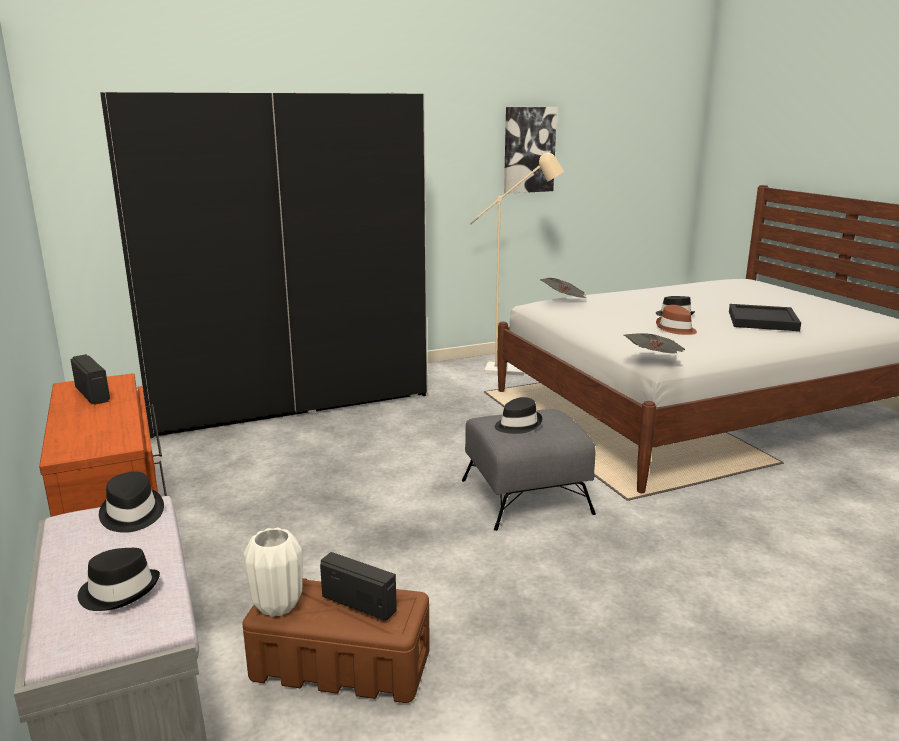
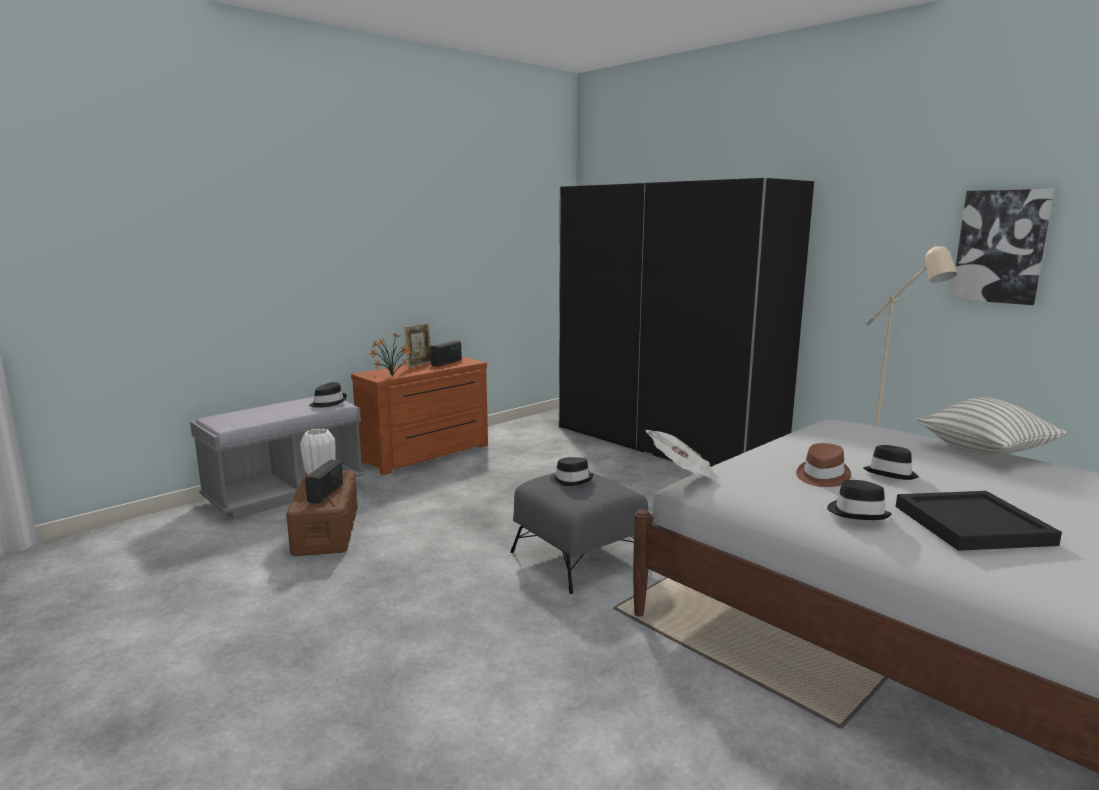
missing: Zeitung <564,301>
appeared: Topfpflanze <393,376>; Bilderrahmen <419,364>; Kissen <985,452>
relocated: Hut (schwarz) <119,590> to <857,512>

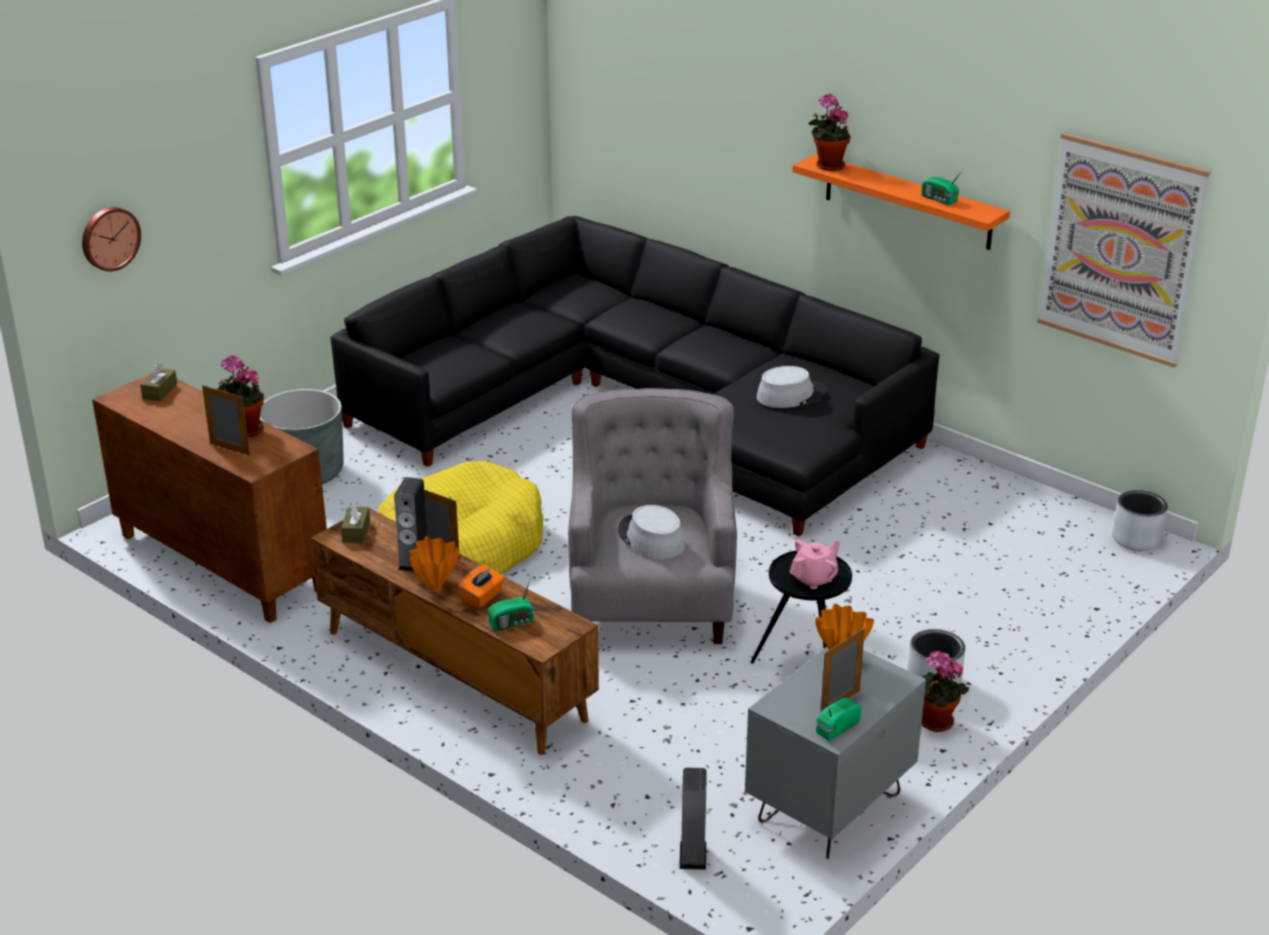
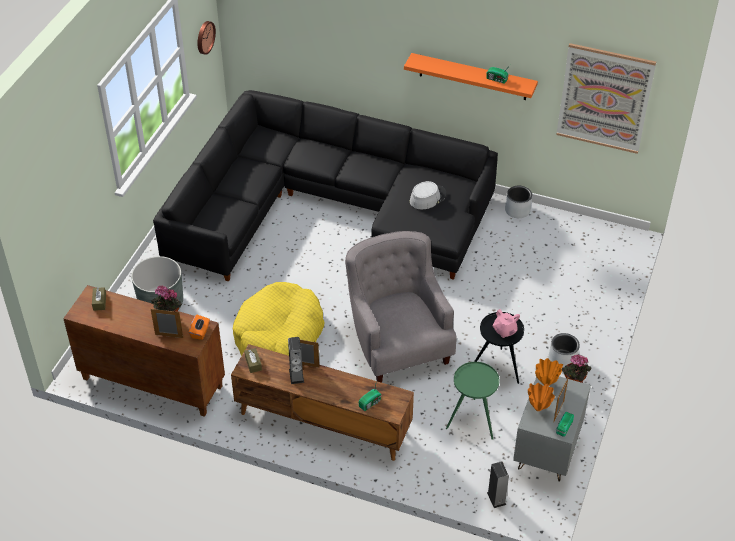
missing: Hut (grau) <650,538>; Topfpflanze <827,166>
appeared: Beistelltisch (grün) <472,420>
relocated: Wanduhr <109,238> to <204,37>; Vase (orange) <435,588> to <538,409>; Taschentuchbox (orange) <482,597> to <200,332>; Pflanzkübel (grau) <1136,539> to <517,210>
spun: Teekanne (rosa) <814,579> = <505,331> 120 degrees clockwise

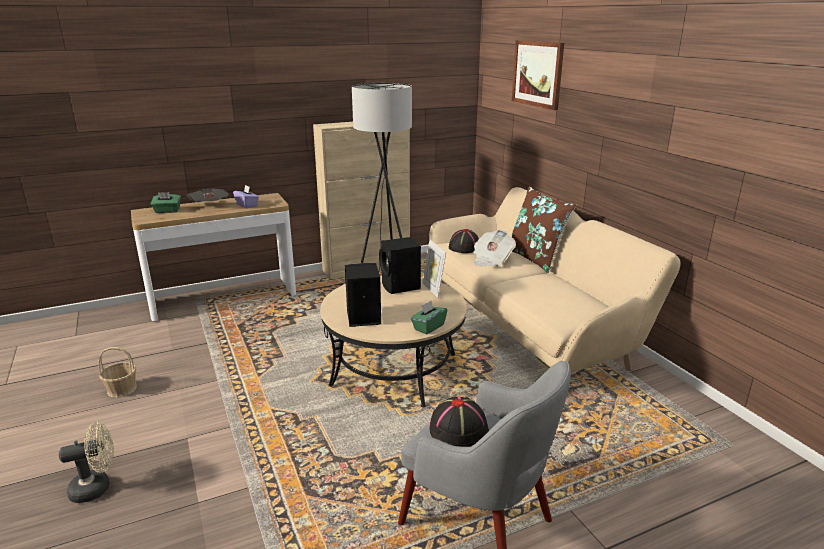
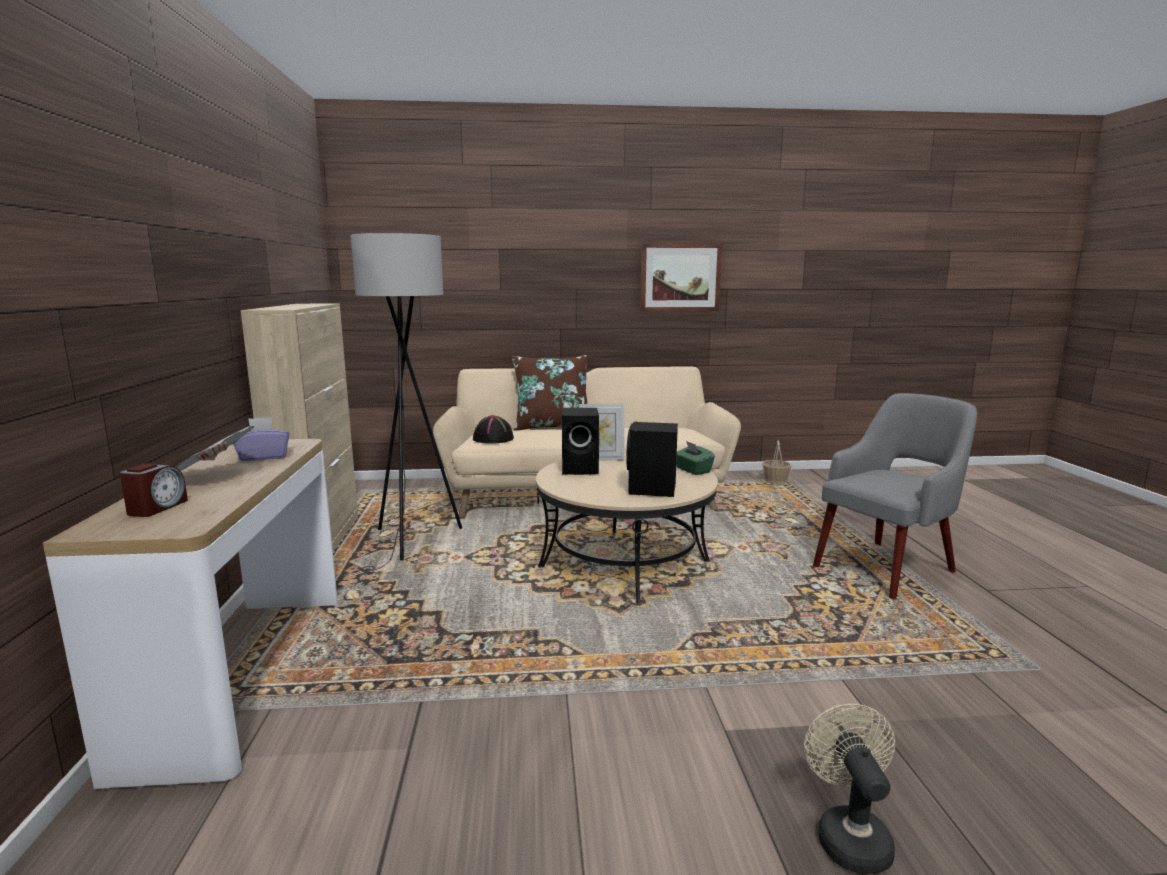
missing: Hut (schwarz) <459,429>; Zeitung <491,260>
relocated: Korb <121,389> to <775,481>; Bild <537,73> to <680,277>
exchanged: Taschentuchbox (grün) <167,211> to Wecker <157,508>

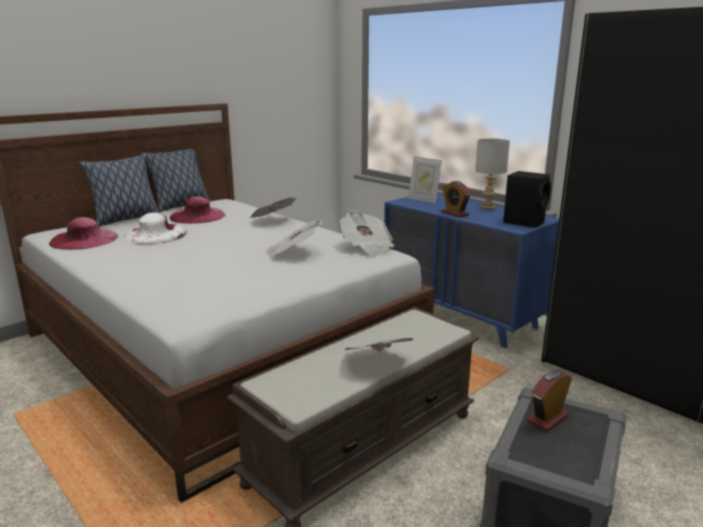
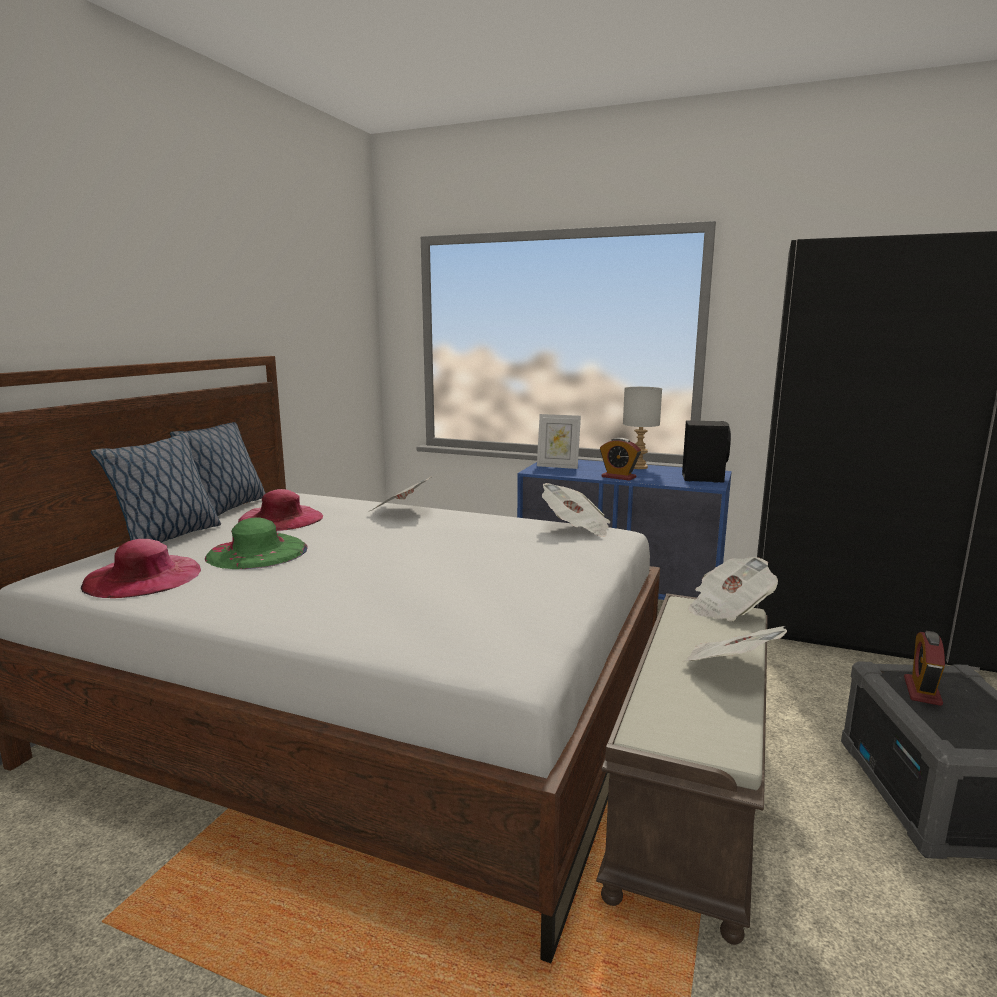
relocated: Zeitung <293,253> to <728,609>
colour: Hut (weiß) <155,234> to Hut (grün) <257,552>

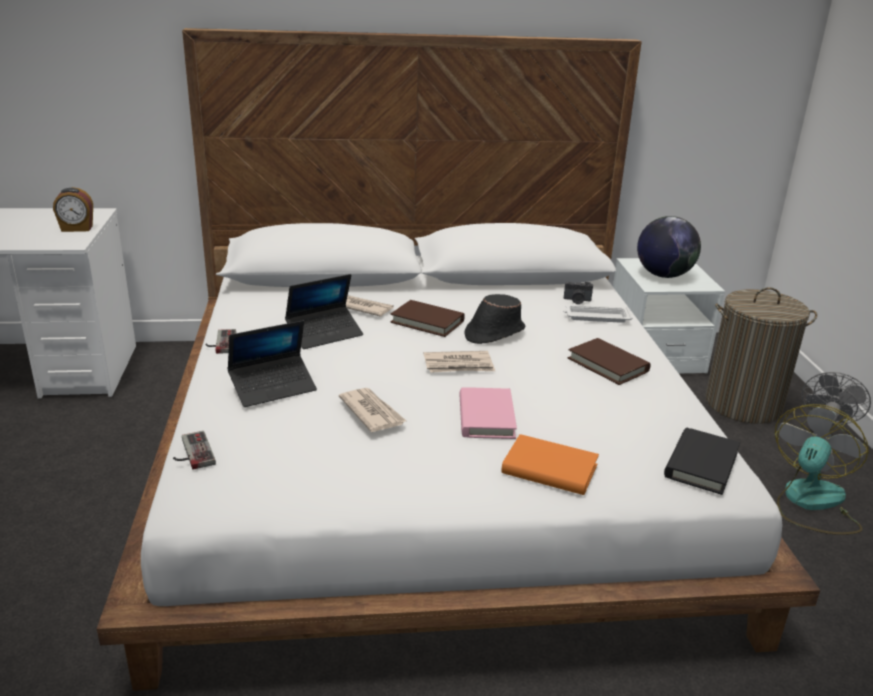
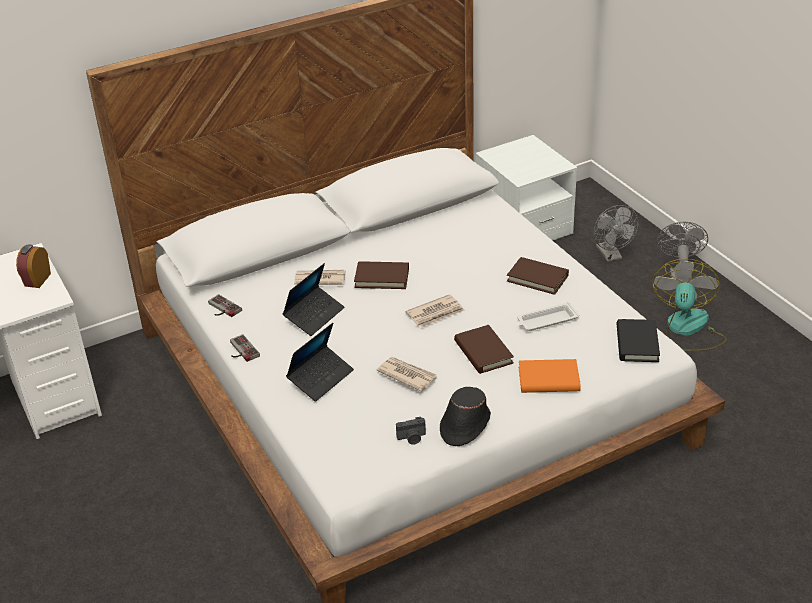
missing: Globus <663,275>
relocated: Gamepad <191,453> to <221,309>; Hut (schwarz) <494,333> to <464,425>; Tablett (weiß) <596,317> to <546,321>; Kamera <577,300> to <412,438>
exchanged: Wäschekorb <743,404> to Ventilator (grau) <611,256>
colour: Buch (rosa) <486,417> to Buch (braun) <483,352>
spun: Wecker <77,229> = <37,280> 135 degrees clockwise

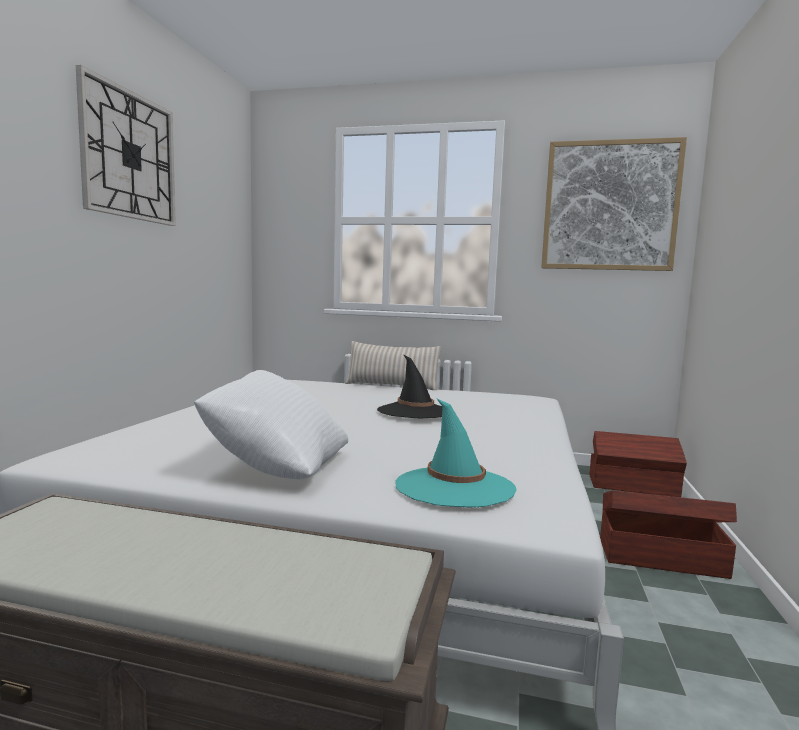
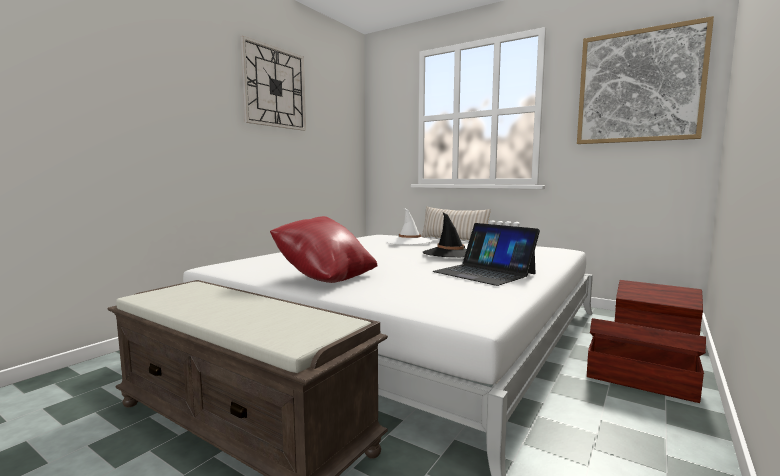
missing: Hut (türkis) <454,487>
appeared: Hut (weiß) <409,242>; Laptop <484,272>
colour: Kissen (weiß) <277,468> to Kissen (rot) <325,278>

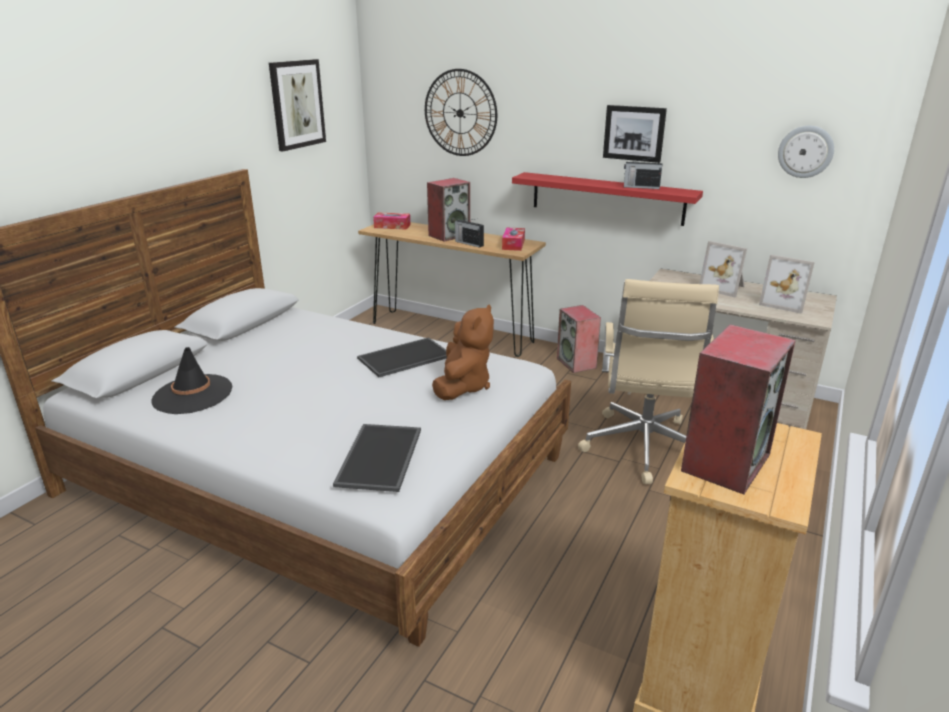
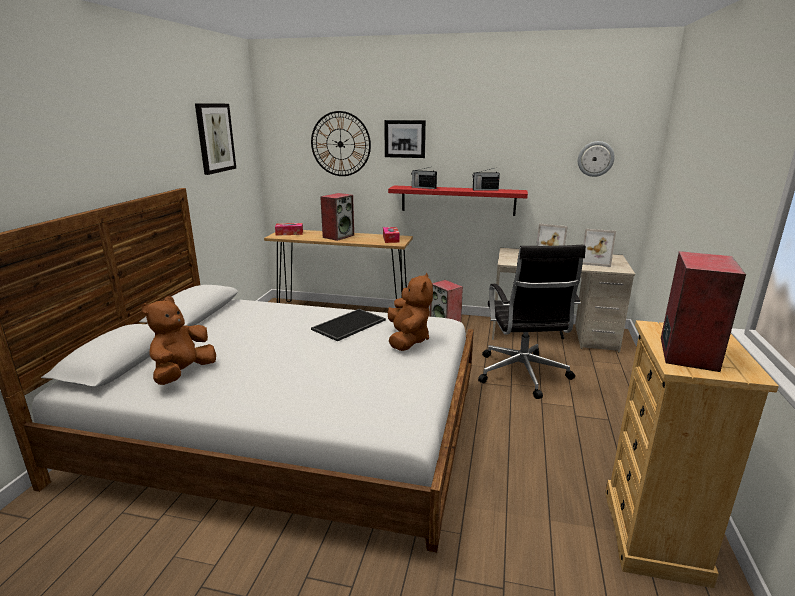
missing: Tablett <381,457>
relocated: Radio <468,243> to <423,188>; Bild <634,133> to <405,139>
exchanged: Hut (schwarz) <192,394> to Plüschtier (braun) <183,373>
colour: Bürostuhl (beige) <643,448> to Bürostuhl (schwarz) <522,375>

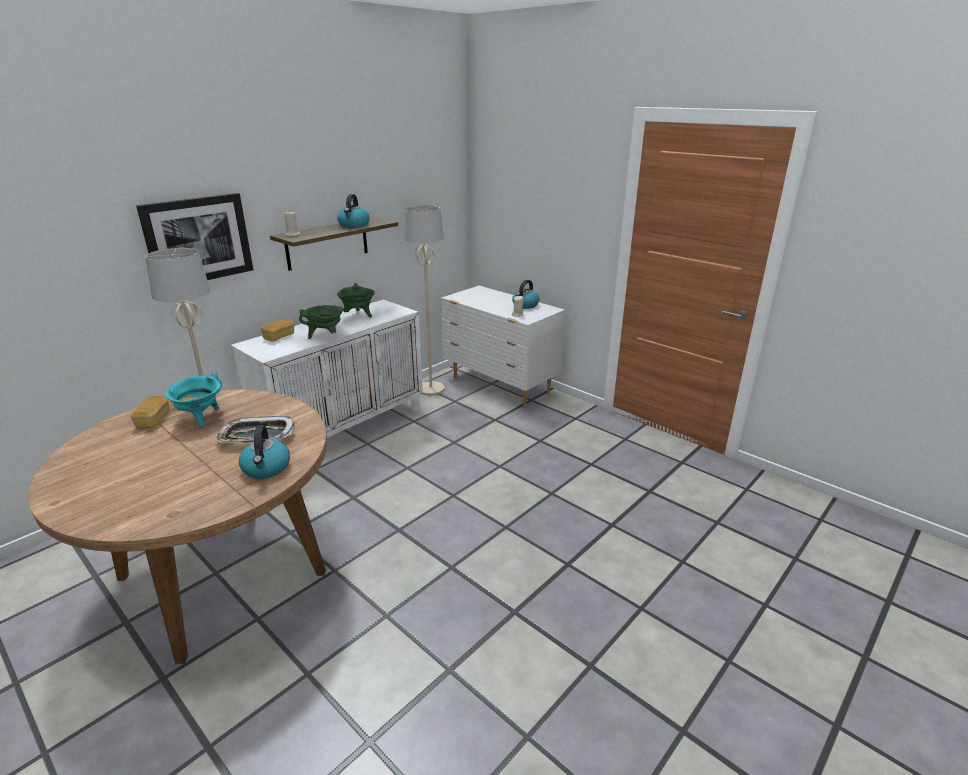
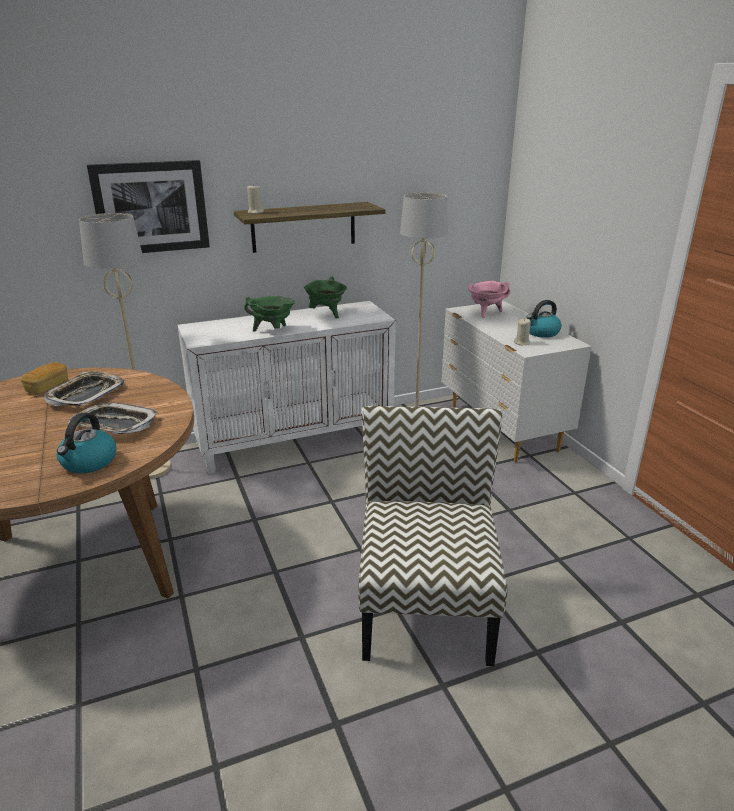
missing: Brot <279,337>; Wasserkessel <354,225>
appeared: Stuhl <425,607>; Kochtopf (rosa) <486,313>
exchanged: Kochtopf (türkis) <200,418> to Tablett <86,394>

